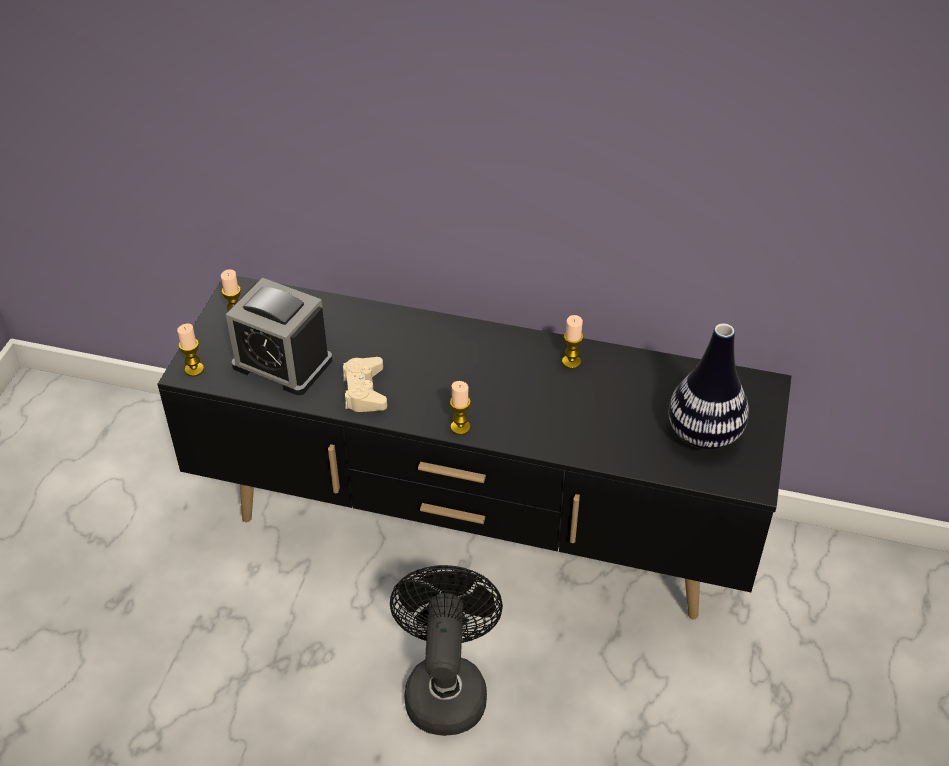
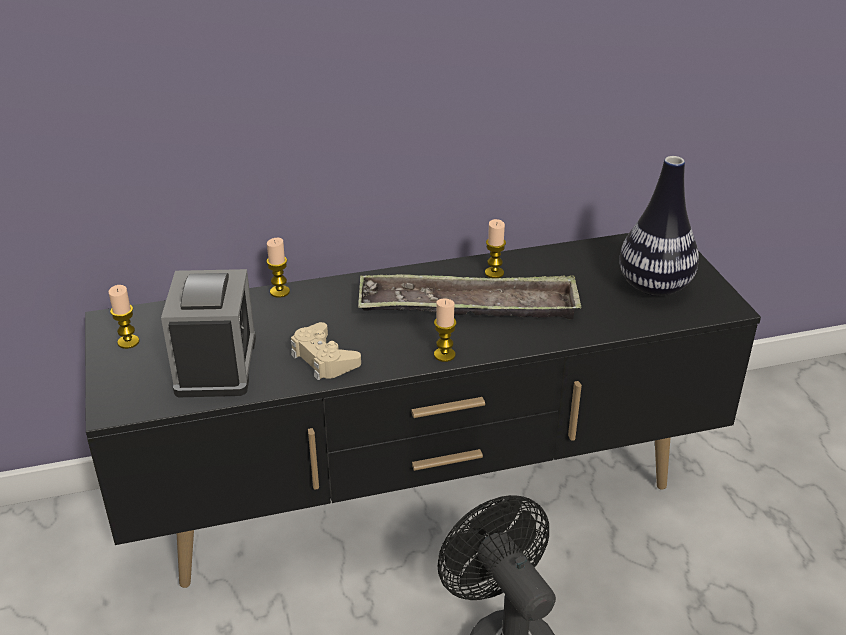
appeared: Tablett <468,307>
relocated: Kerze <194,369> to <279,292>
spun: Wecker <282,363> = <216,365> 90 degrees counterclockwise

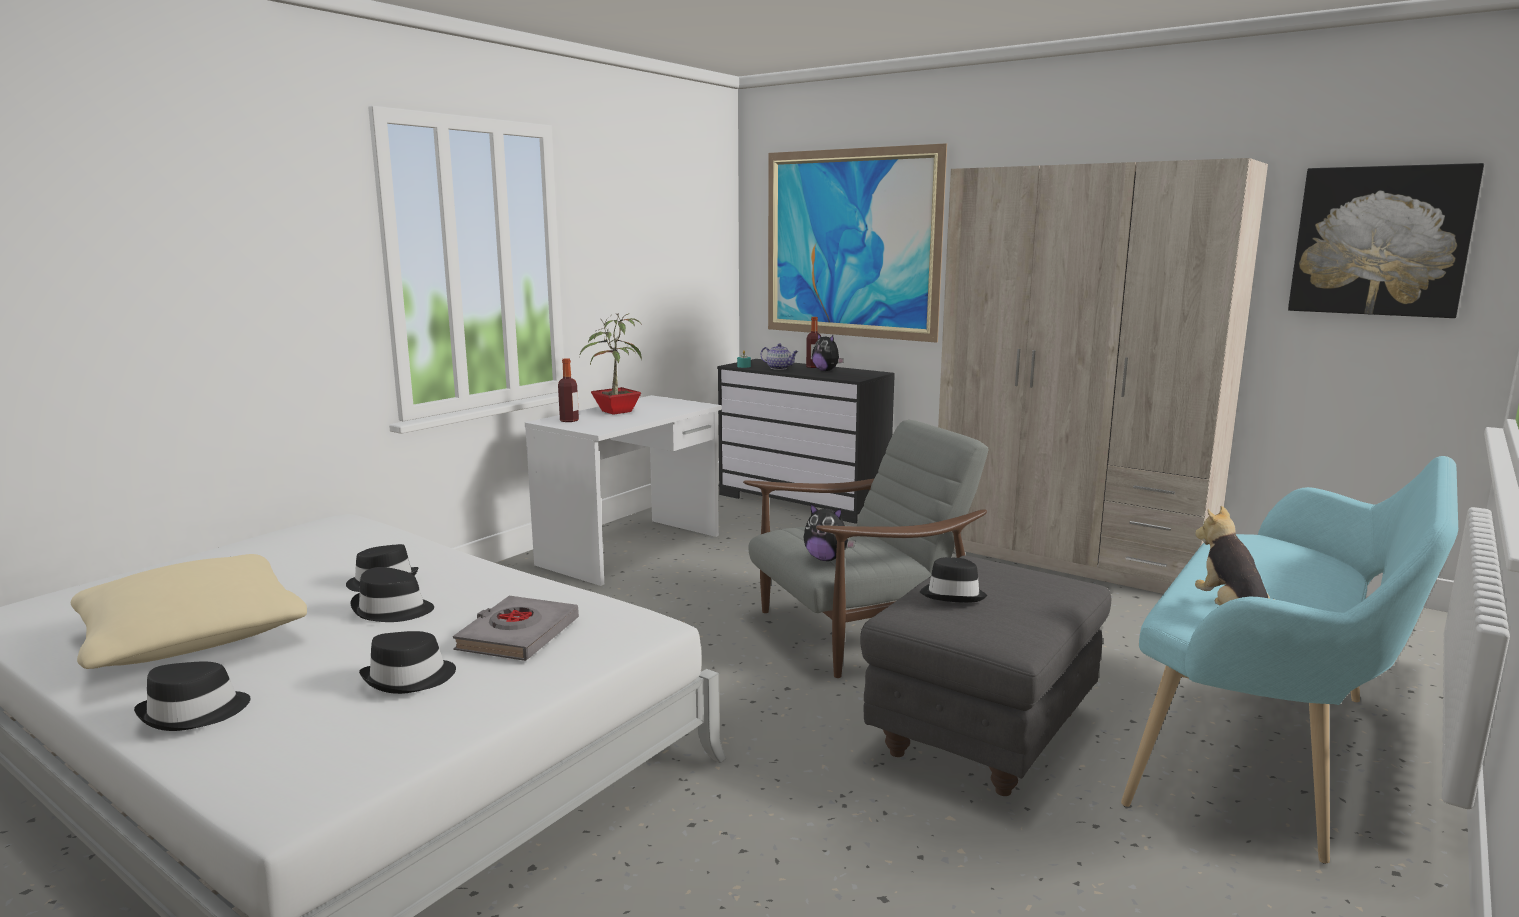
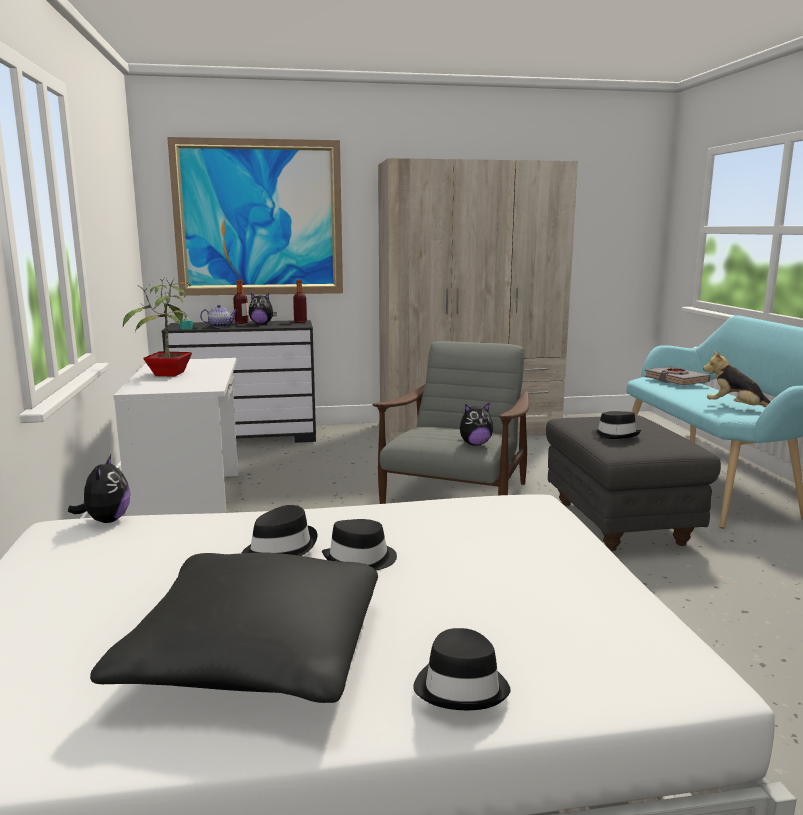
missing: Hut (schwarz) <409,678>; Bild <1380,241>
appeared: Plüschtier <106,520>
relocated: Buch (grau) <517,635> to <676,380>; Flasche <569,420> to <300,322>
colour: Kissen (beige) <192,638> to Kissen (schwarz) <255,656>

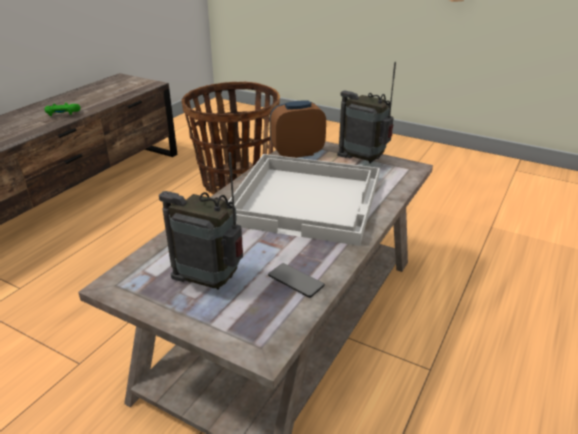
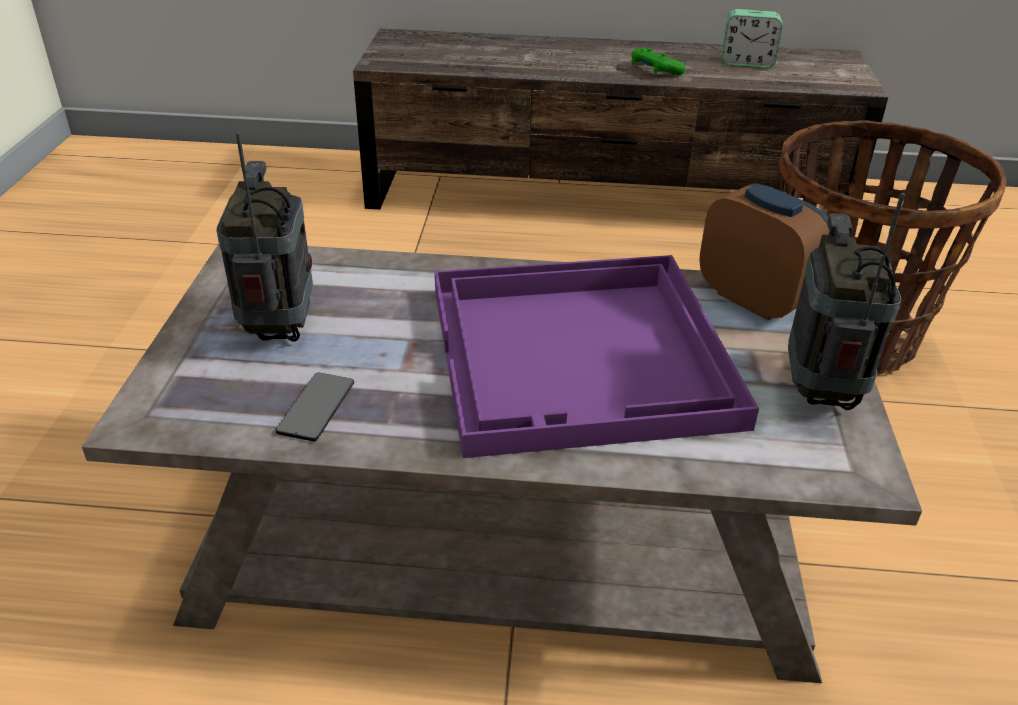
appeared: Wecker <747,63>
colour: Tablett (weiß) <307,199> to Tablett (lila) <583,356>

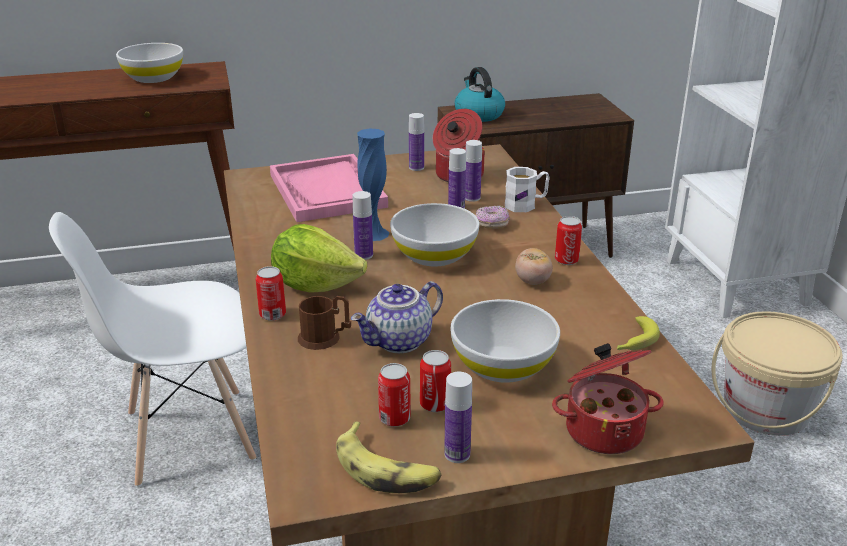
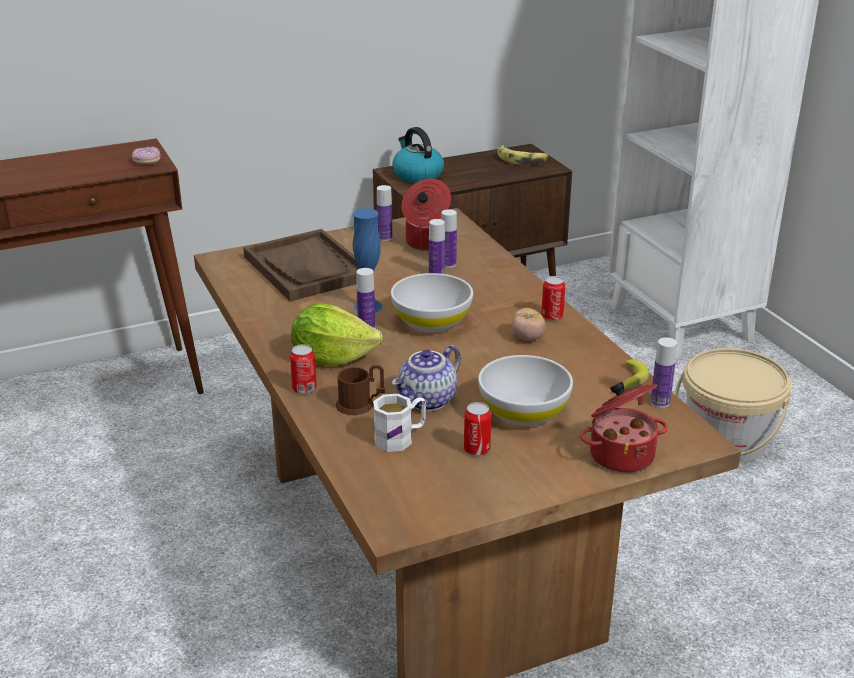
missing: Stuhl (weiß) <188,436>; Schüssel (weiß) <154,78>; Dose <394,418>
relocated: Banane <386,469> to <522,160>; Flasche <457,454> to <660,402>; Donut <491,225> to <147,162>; Henkelbecher (weiß) <526,204> to <400,438>
colour: Tablett (rosa) <327,191> to Tablett (braun) <307,268>

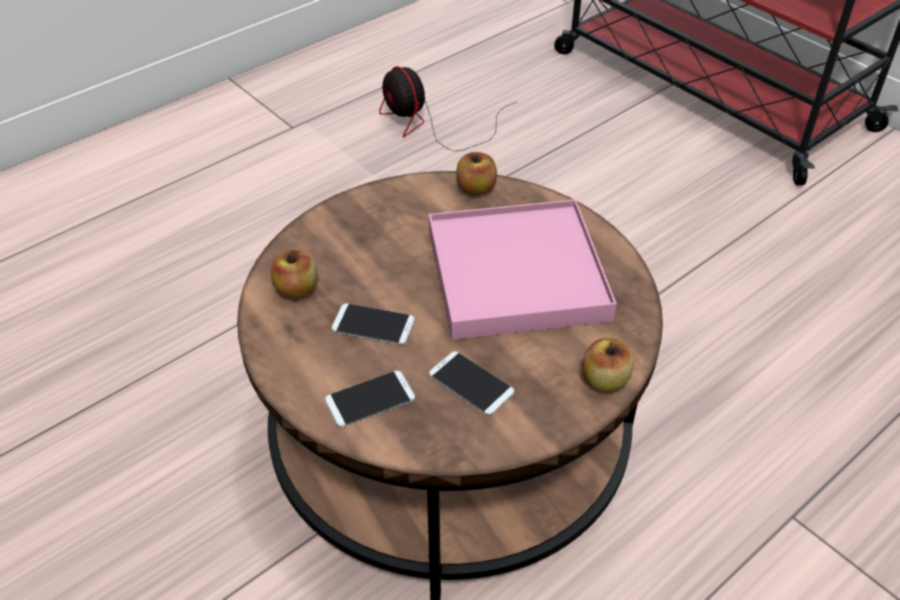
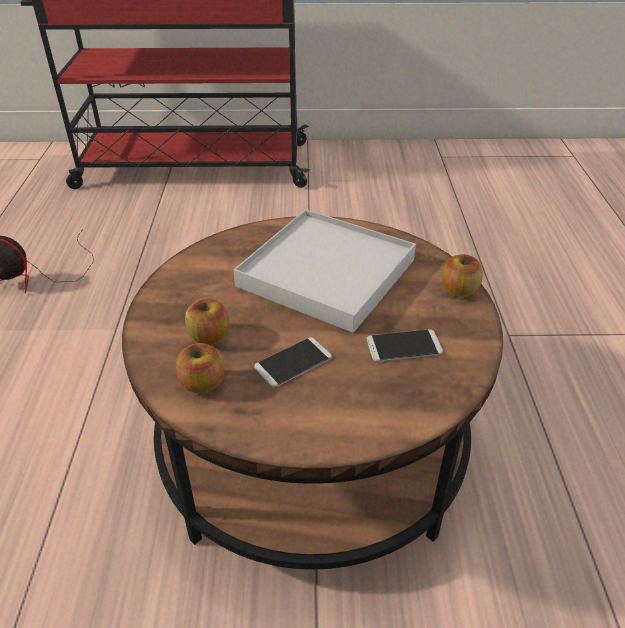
missing: Handy <370,399>
relocated: Apfel <476,189> to <209,336>
colour: Tablett (rosa) <517,274> to Tablett (weiß) <326,273>

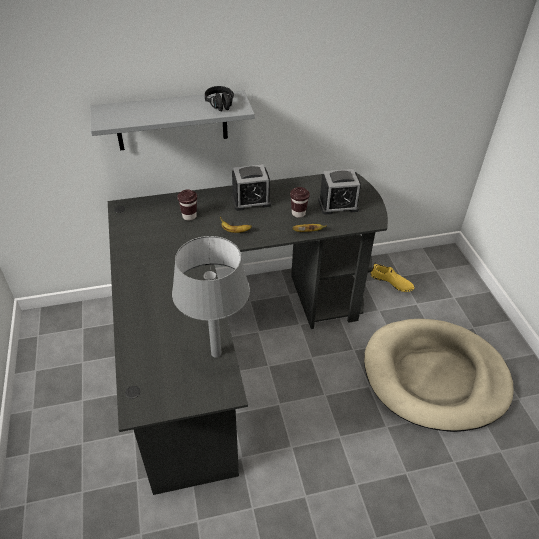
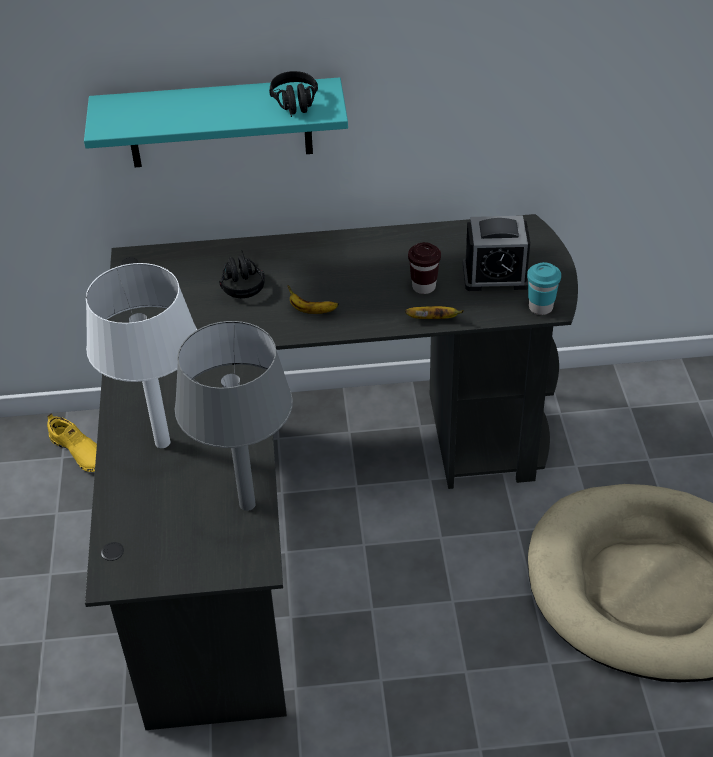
missing: Wecker <251,200>
appeared: Tischlampe (weiß) <163,442>; Tasse (türkis) <540,307>
relocated: Schuh (gelb) <391,282> to <79,452>
exchanged: Tasse (braun) <189,216> to Kopfhörer (schwarz) <240,281>
colour: Wandregal (grau) <172,121> to Wandregal (türkis) <219,123>

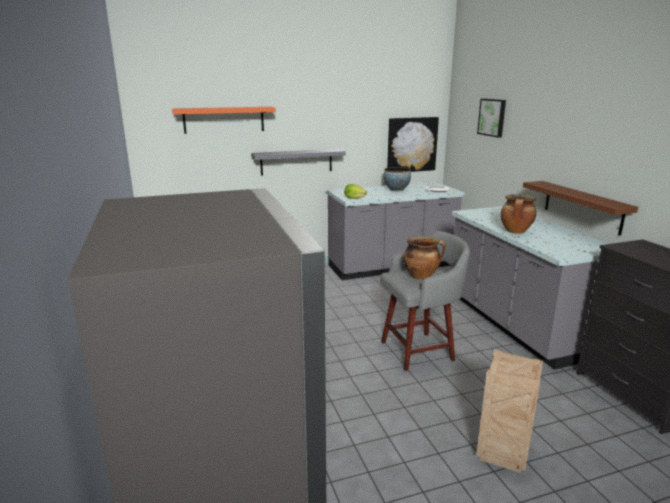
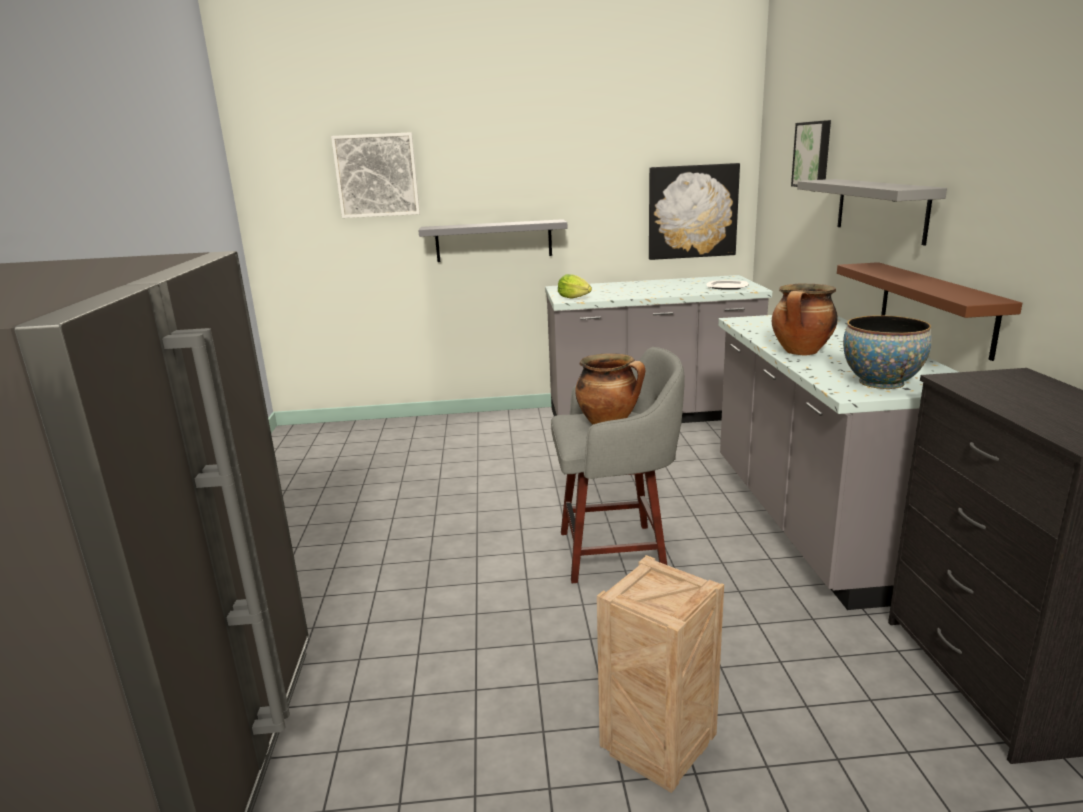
appeared: Wandregal (grau) <880,209>
relocated: Schüssel <396,190> to <881,382>
exchanged: Wandregal (orange) <224,120> to Bild <377,175>

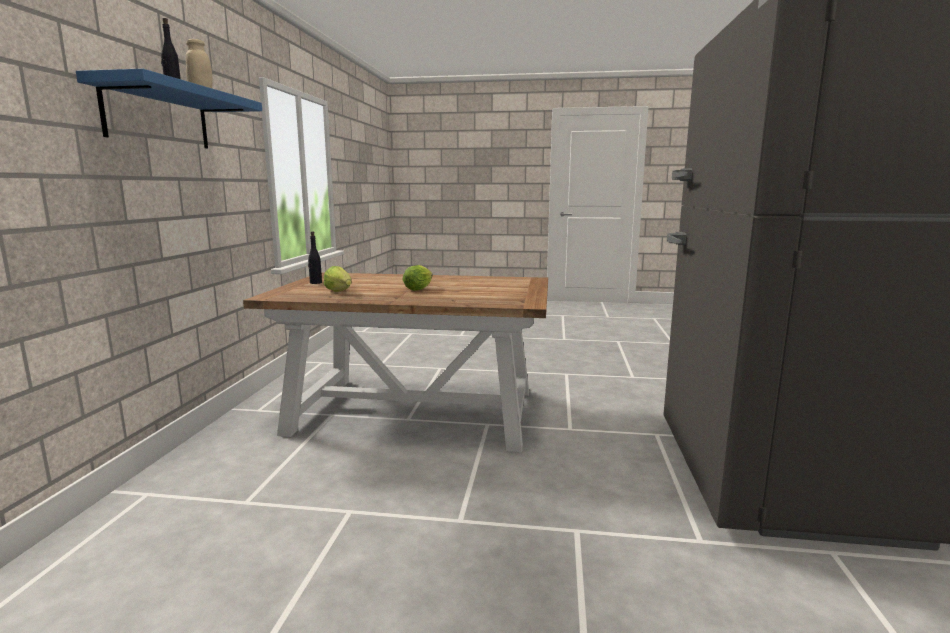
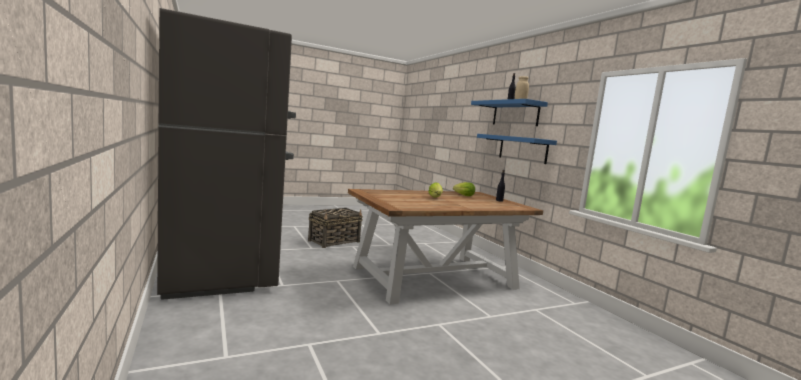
appeared: Korb <334,241>; Wandregal (blau) <522,149>

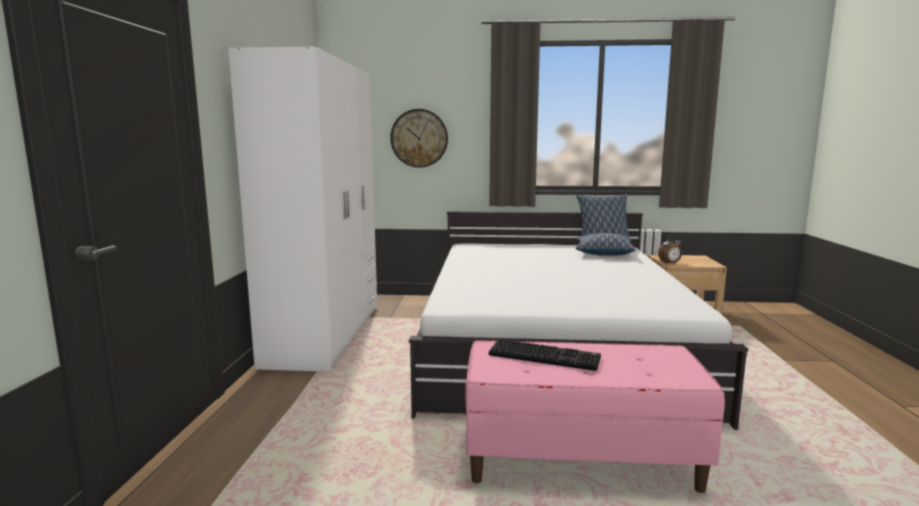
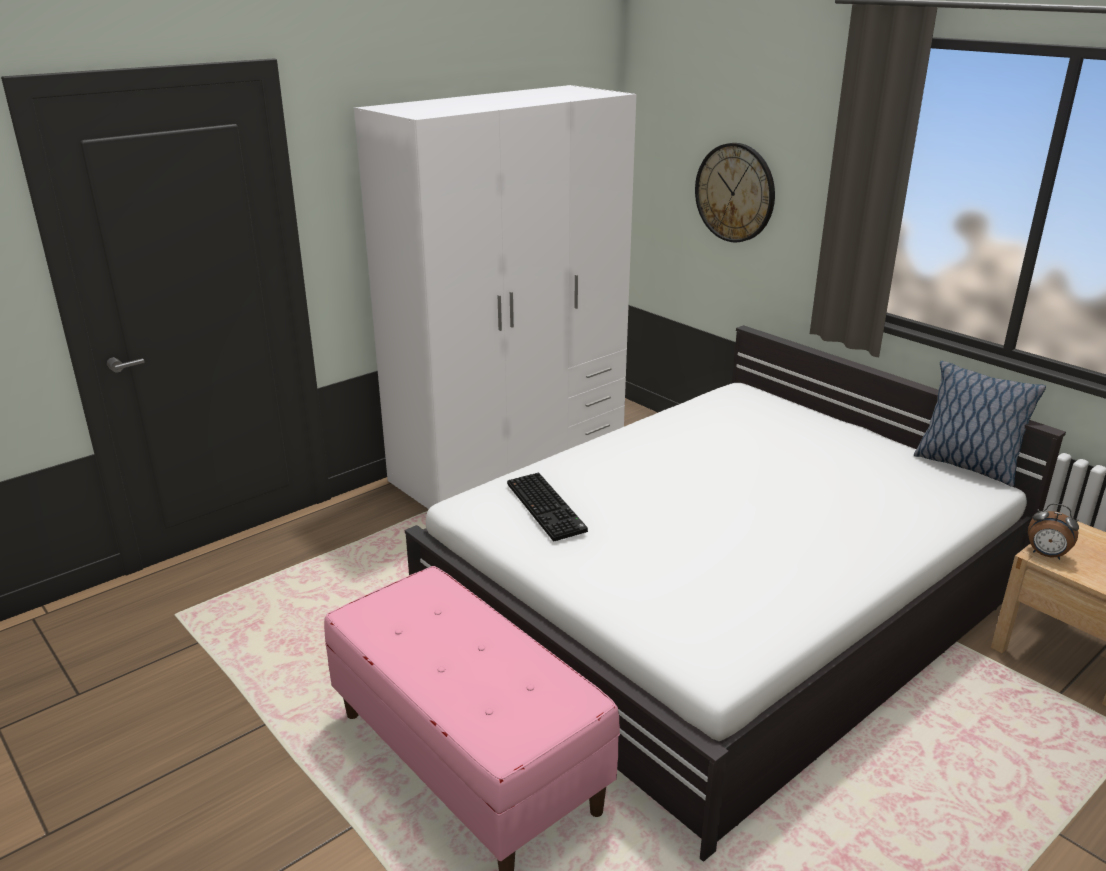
missing: Kissen <603,253>
relocated: Tastatur <545,356> to <548,507>

